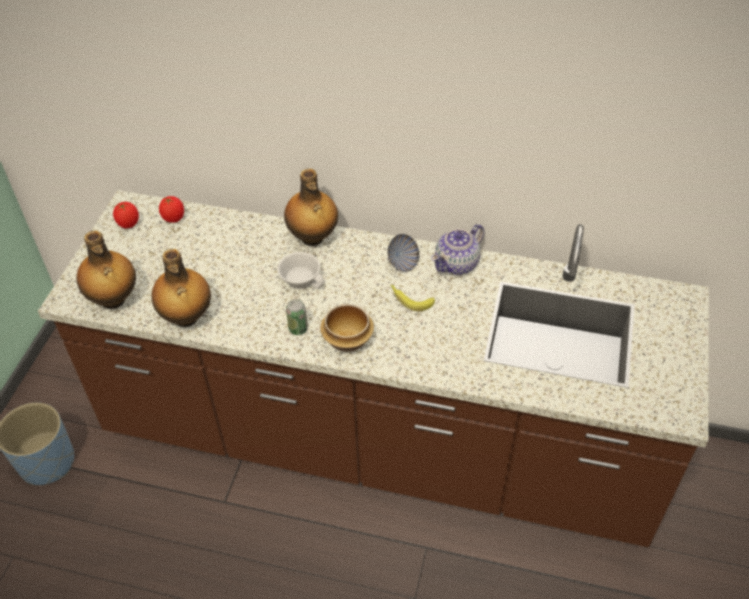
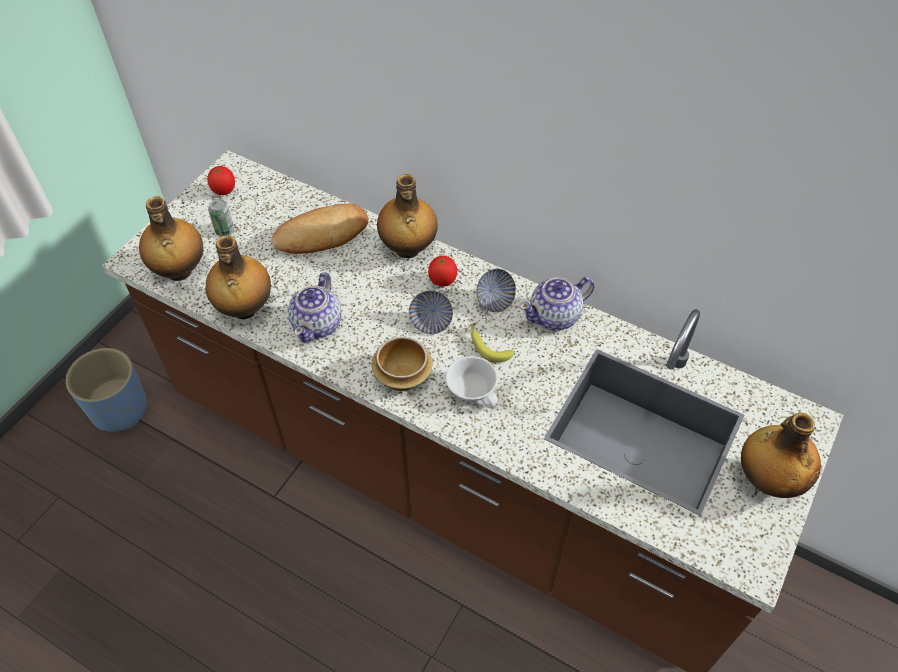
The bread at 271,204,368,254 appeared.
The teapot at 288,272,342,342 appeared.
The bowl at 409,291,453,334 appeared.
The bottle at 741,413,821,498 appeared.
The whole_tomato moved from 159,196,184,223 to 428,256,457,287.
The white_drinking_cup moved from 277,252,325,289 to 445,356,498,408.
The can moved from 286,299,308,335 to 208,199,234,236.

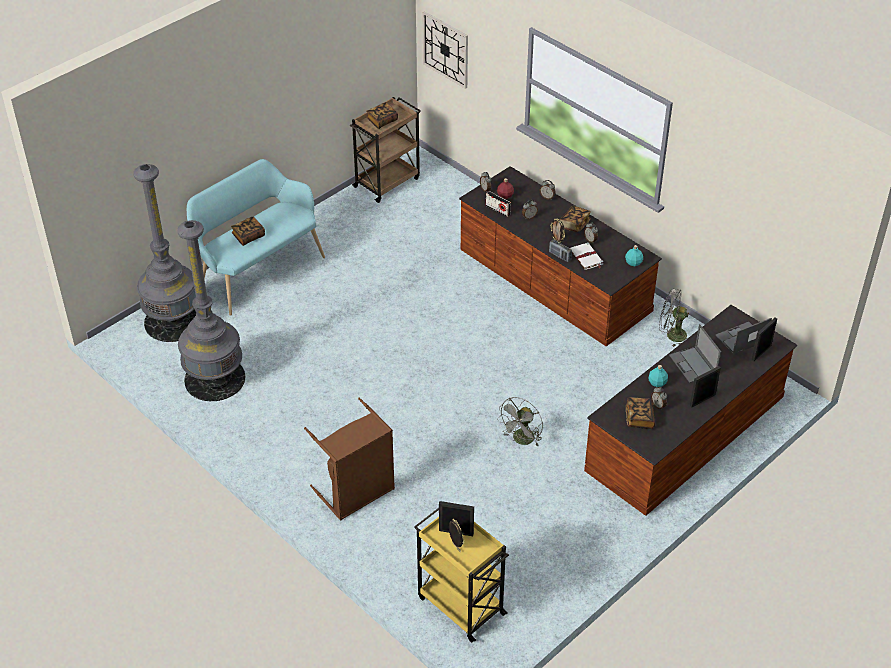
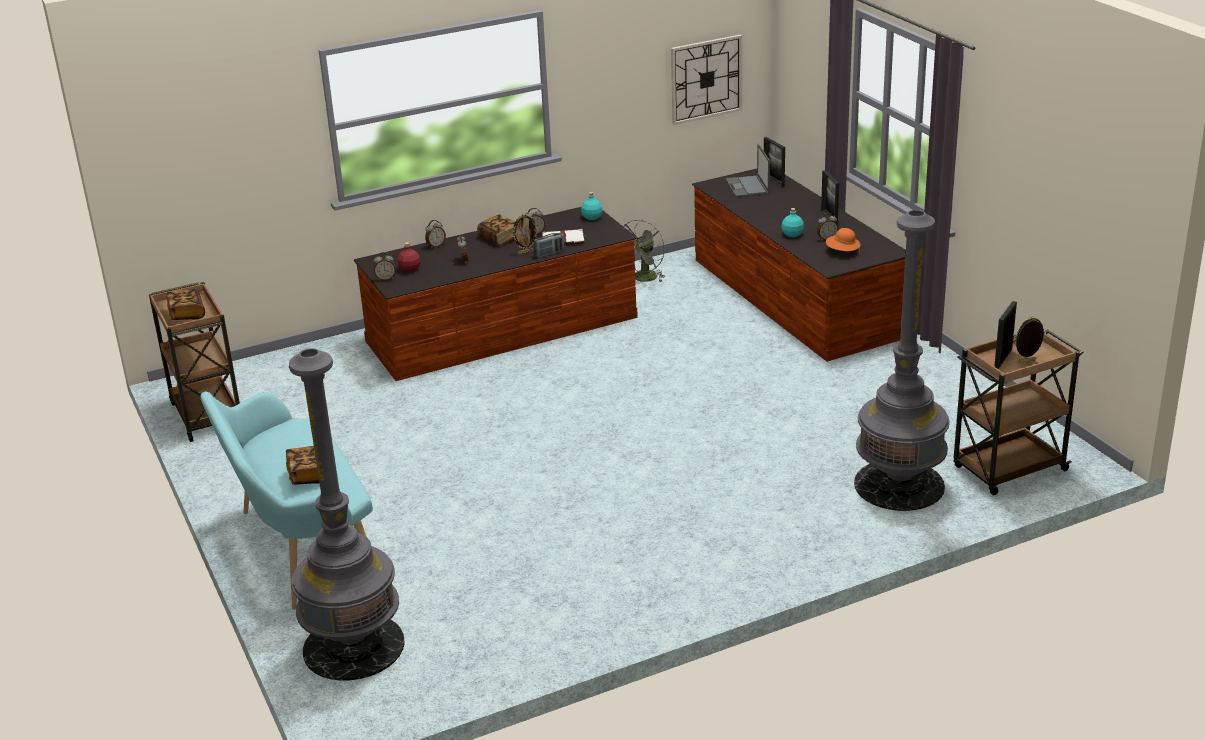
The brownish_washing_basket at 304,398,395,521 disappeared.
The radio_receiver at 486,191,511,217 disappeared.
The gray_cooling_fan at 497,397,543,447 disappeared.
The portable_computer at 669,324,721,383 disappeared.
The gray_standard_lamp moved from 177,220,245,401 to 854,210,950,511.
The hanging_clock moved from 422,11,468,89 to 671,34,742,125.
The book at 626,397,655,429 was replaced by the orange-coloured_hat at 826,228,860,254.
The yellow-coloured_cart at 414,508,509,642 became the brownish_cart at 953,329,1084,495.

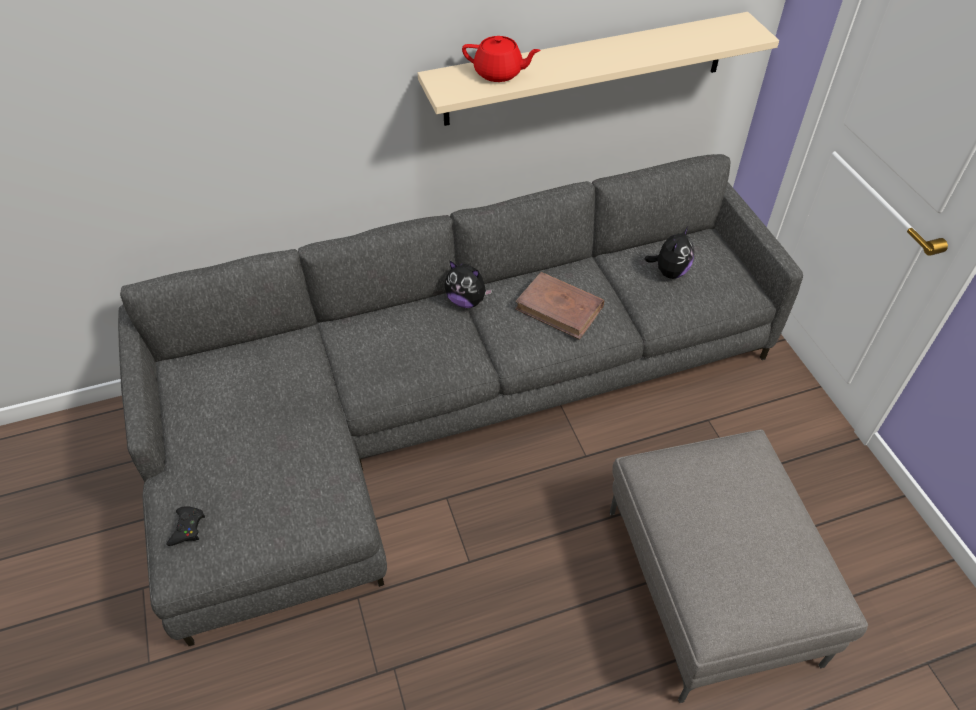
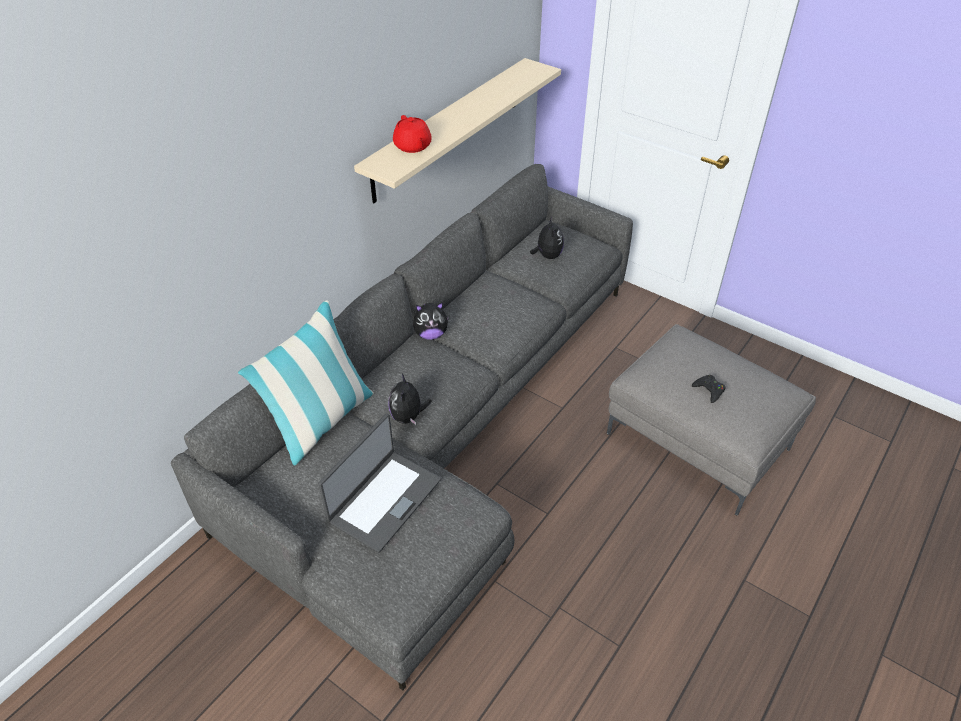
The brownish_book at 515,272,604,340 disappeared.
The pillow at 238,300,374,466 appeared.
The portable_computer at 318,413,441,553 appeared.
The cuddly_toy at 388,374,431,425 appeared.
The black_joypad moved from 166,506,205,546 to 692,375,726,403.
The red_teapot at 462,36,541,82 turned 90 degrees clockwise.

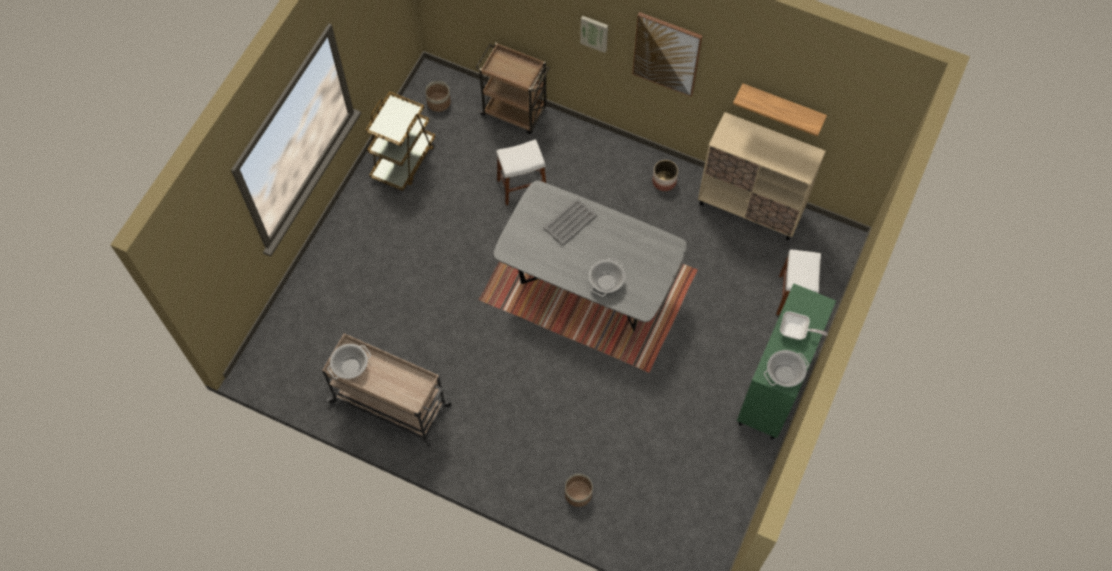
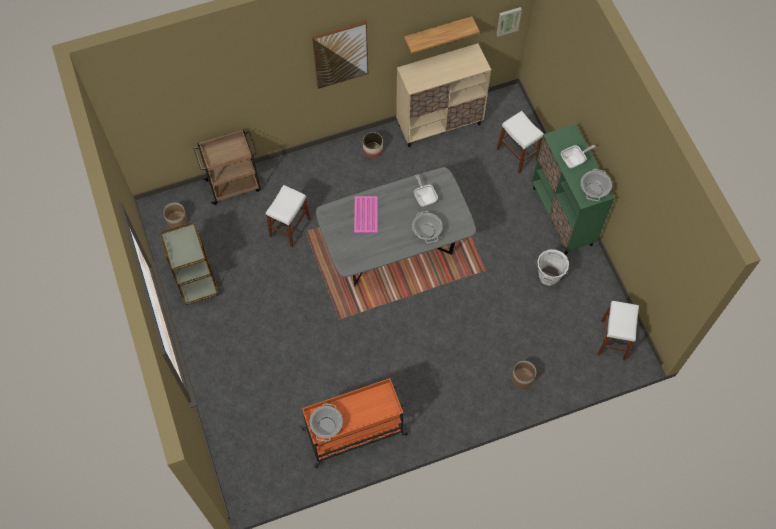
The pan at 414,175,438,207 appeared.
The white_pail at 535,249,569,286 appeared.
The white_stool at 597,301,639,360 appeared.
The picture moved from 580,16,608,53 to 496,7,522,37.
The beige_cart at 322,333,451,447 became the orange-coloured_cart at 300,378,408,468.
The gray_carrying_tray at 544,198,597,246 became the pink-coloured_carrying_tray at 354,196,378,233.

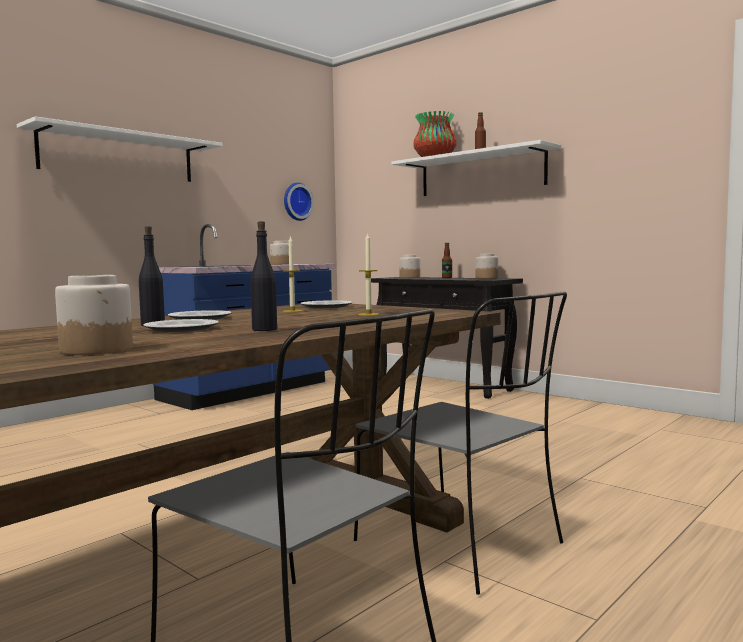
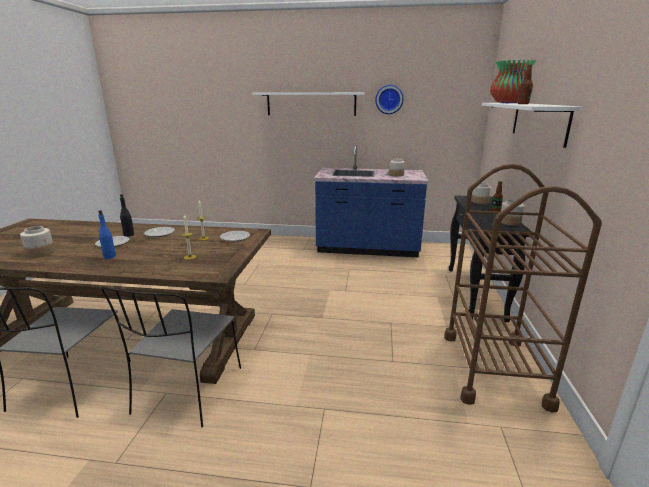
The brownish_cart at 444,164,602,413 appeared.
The hanging_clock moved from 284,183,314,221 to 375,85,404,114.
The black_bottle at 250,221,277,331 became the blue-coloured_bottle at 98,210,116,259.

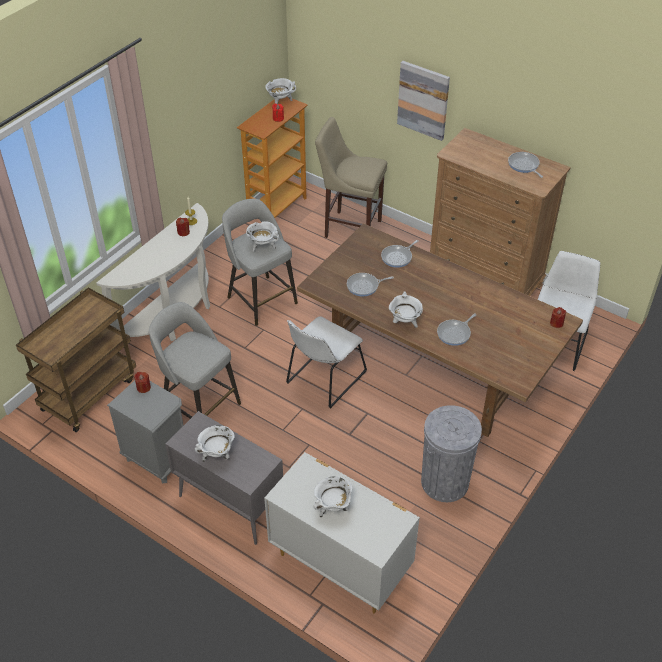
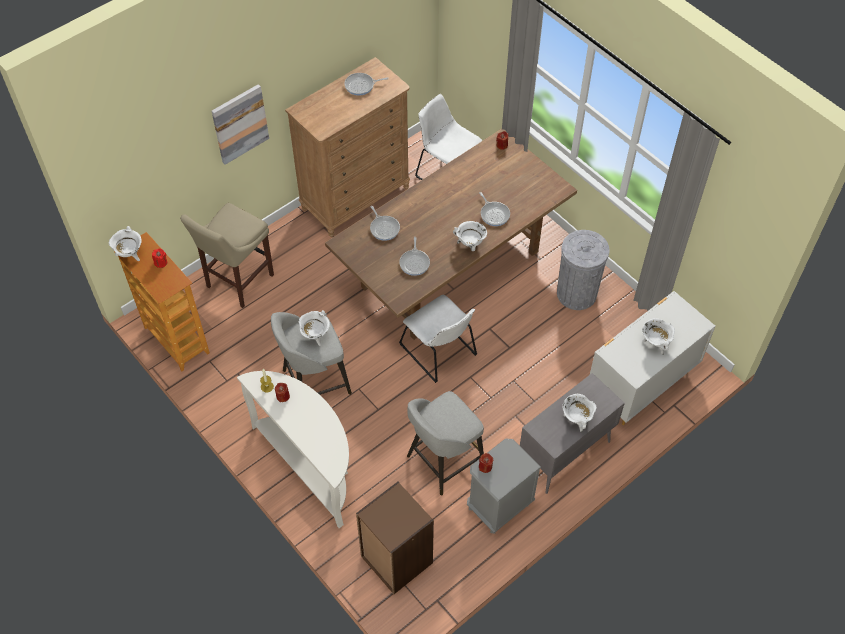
The brownish_cart at 16,287,136,432 was replaced by the brownish_bookcase at 356,482,434,594.

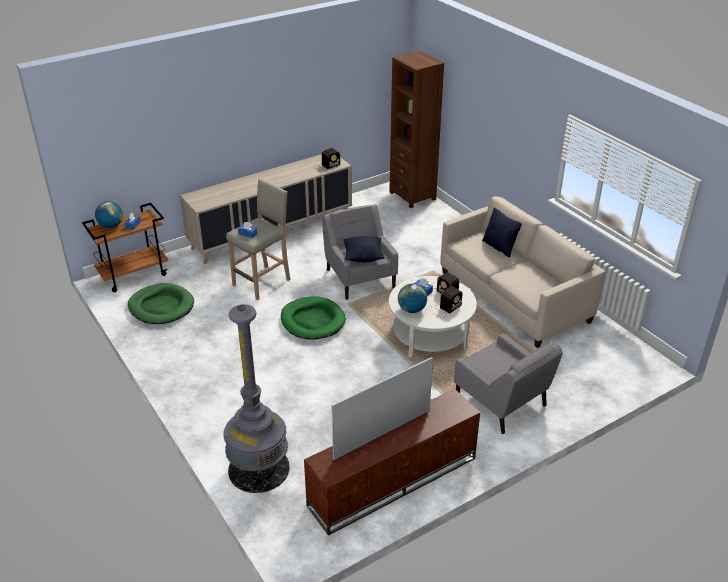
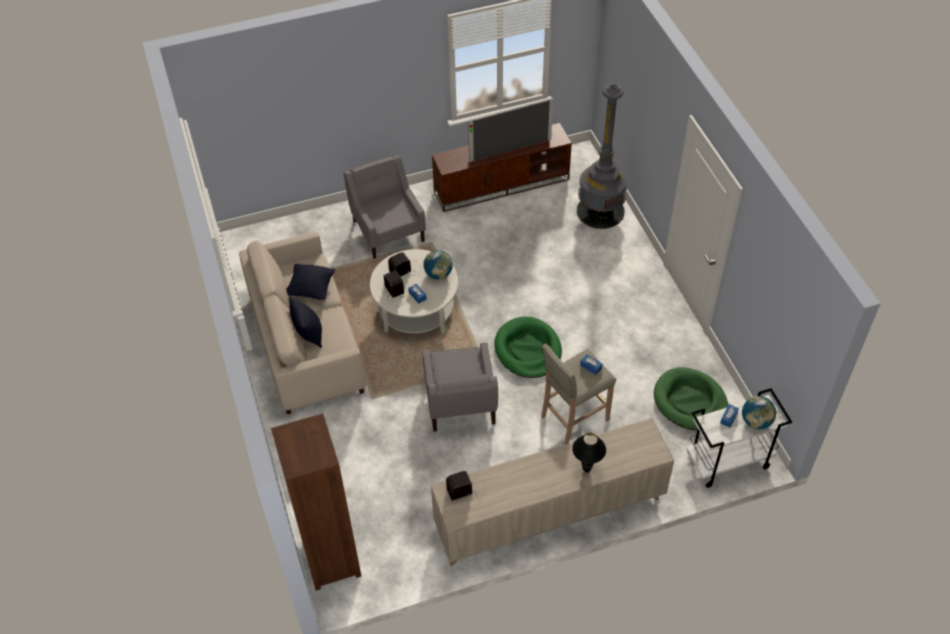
The black_lamp_for_a_table at 572,433,606,473 appeared.
The black_pillow moved from 344,236,384,262 to 286,264,335,300.
The brownish_cart at 82,203,168,292 became the white_cart at 686,388,792,488.

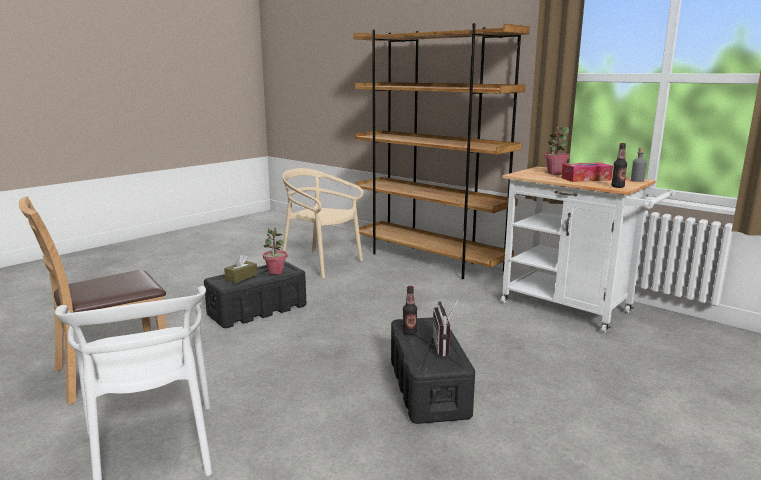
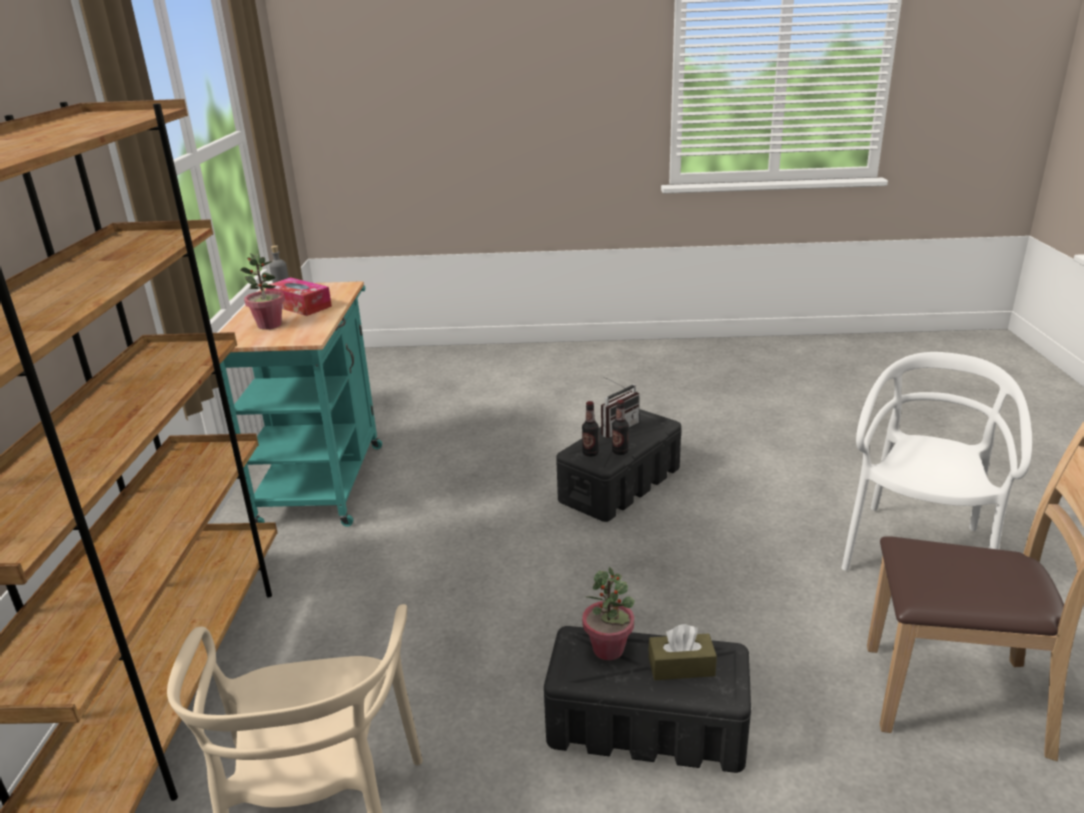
The bottle moved from 611,143,627,188 to 582,401,599,457.
The white_cart at 501,167,675,333 became the blue-green_cart at 219,281,382,527.

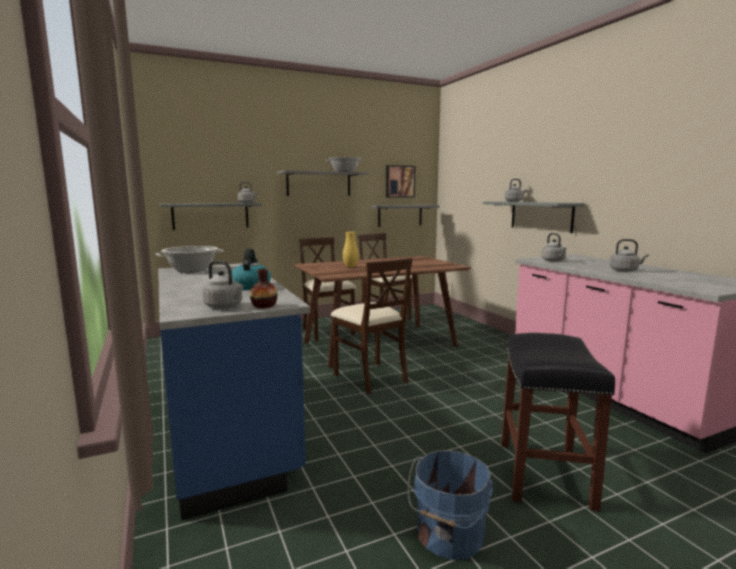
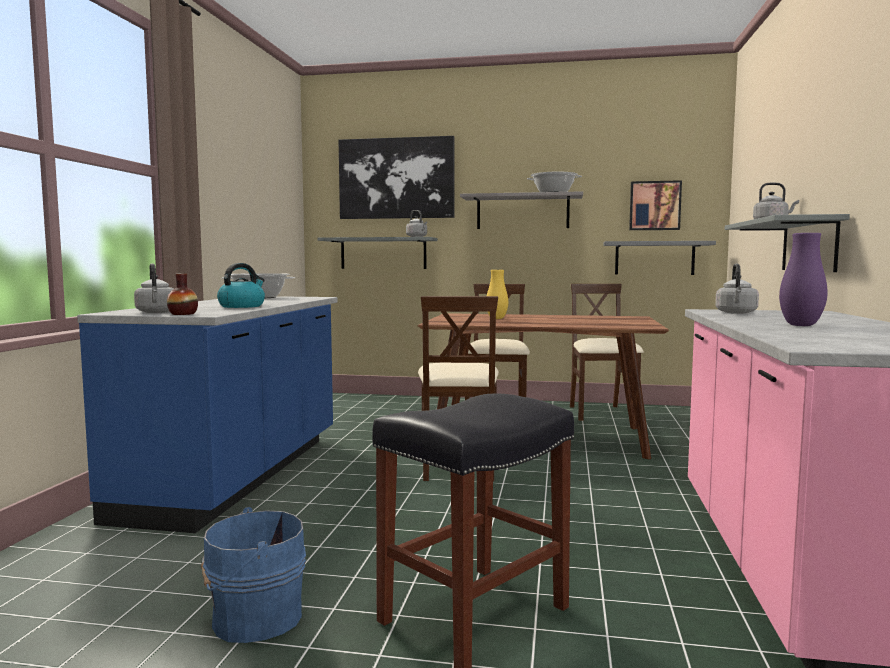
The picture at 339,136,455,219 appeared.
The gray_kettle at 610,239,649,272 was replaced by the purplish_vase at 779,233,827,326.

